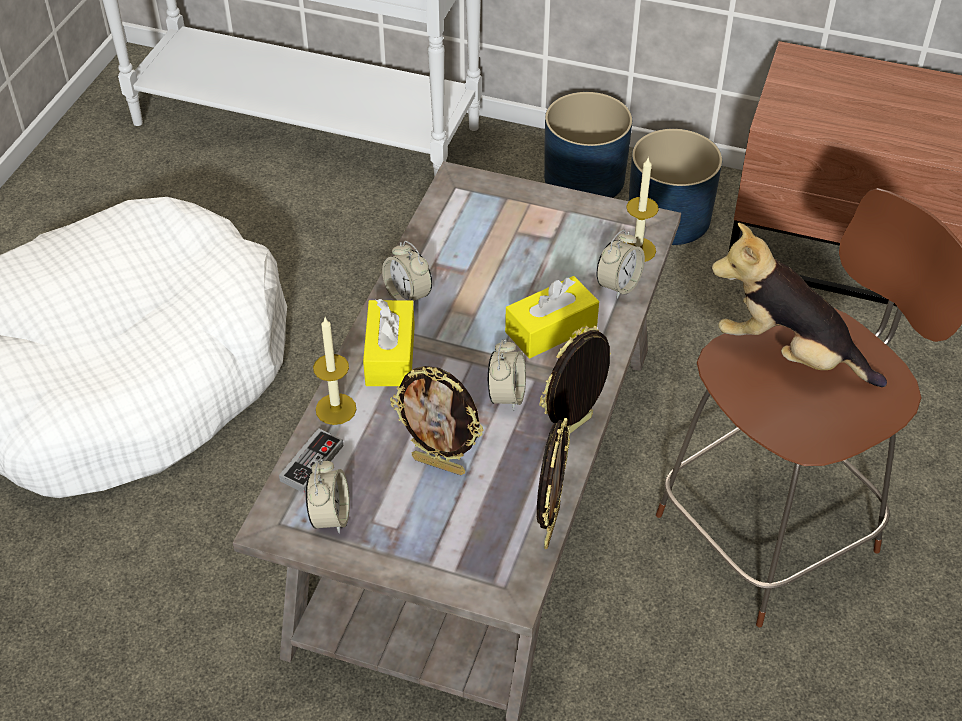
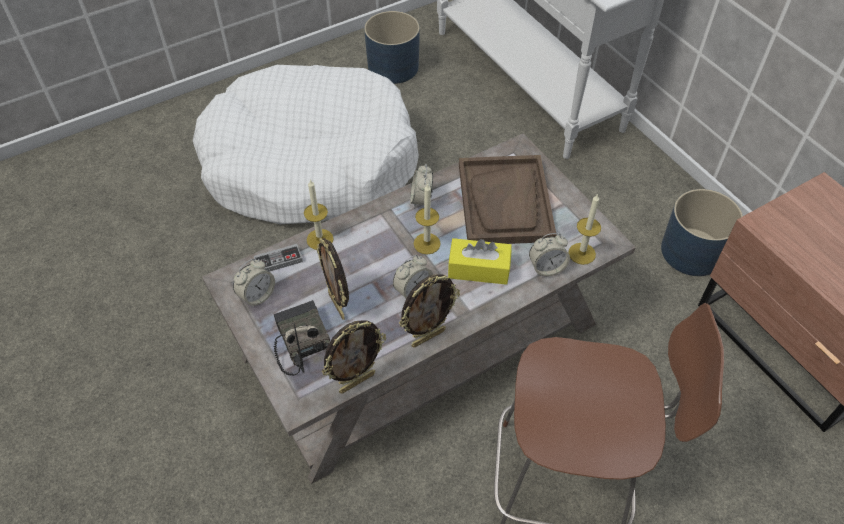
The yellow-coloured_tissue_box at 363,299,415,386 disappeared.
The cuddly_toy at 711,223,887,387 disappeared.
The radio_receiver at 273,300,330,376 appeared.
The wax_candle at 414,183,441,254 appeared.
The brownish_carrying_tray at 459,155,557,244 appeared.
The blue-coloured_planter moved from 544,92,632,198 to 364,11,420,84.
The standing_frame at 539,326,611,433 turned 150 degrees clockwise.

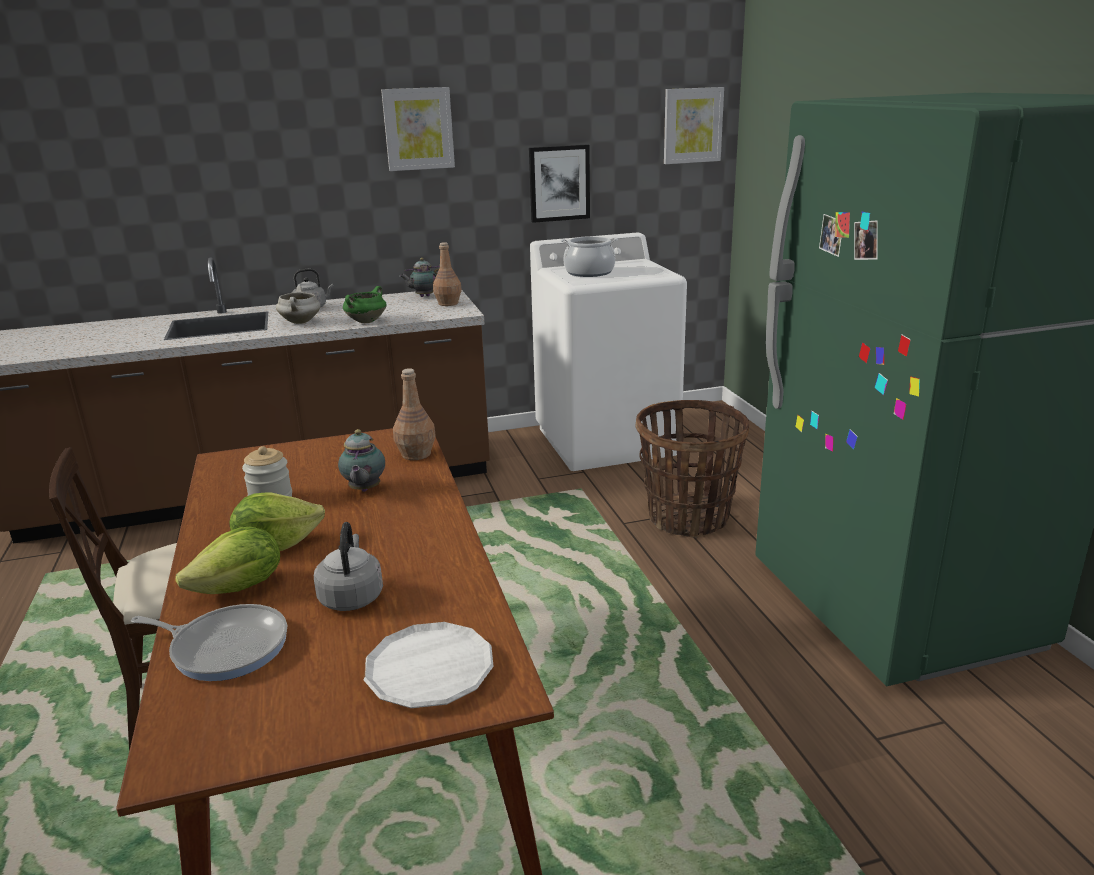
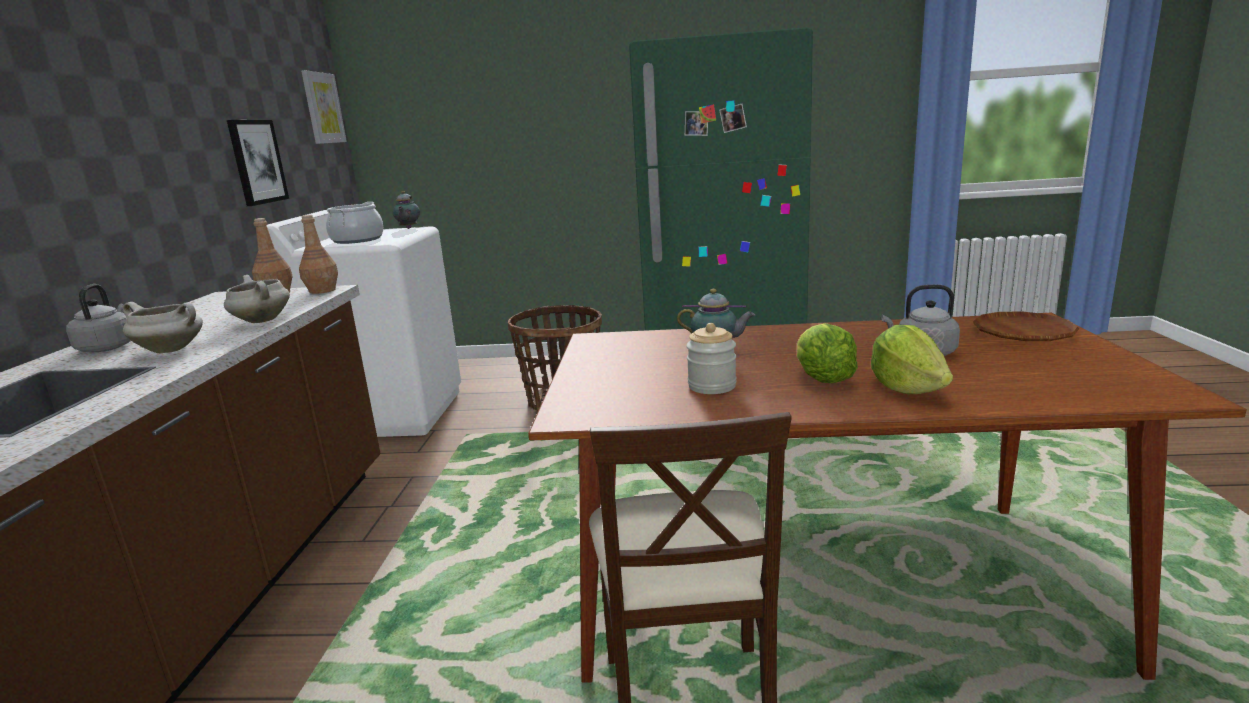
The pan at 131,604,287,681 disappeared.
The picture at 381,87,455,171 disappeared.
The brownish_bottle moved from 393,368,436,460 to 299,215,338,294.
The teapot moved from 400,258,440,297 to 393,191,420,229.
The green_cooking_pot at 343,286,387,323 became the white_cooking_pot at 224,275,290,323.
The white_dinner_plate at 363,622,494,708 became the brownish_dinner_plate at 973,312,1079,341.

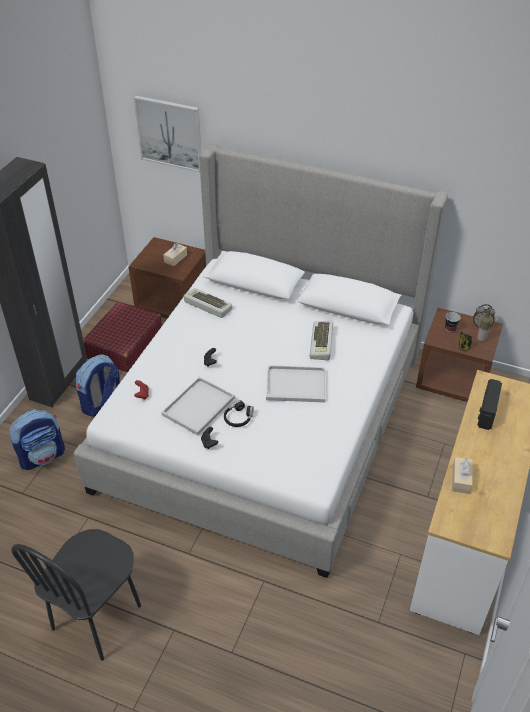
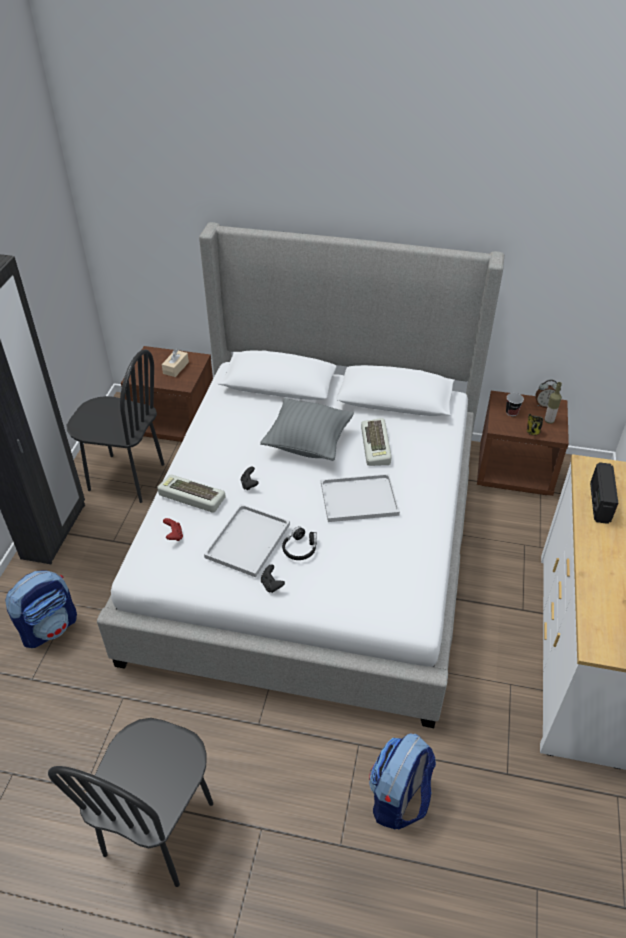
The picture at 134,96,201,172 disappeared.
The beige_tissue_box at 452,457,473,494 disappeared.
The gray_pillow at 260,398,354,461 appeared.
The backpack moved from 76,354,120,417 to 369,733,436,830.
The PC_keyboard moved from 184,288,232,318 to 157,475,226,513.
The red_suitcase at 83,302,162,372 was replaced by the black_upright_chair at 67,349,164,503.

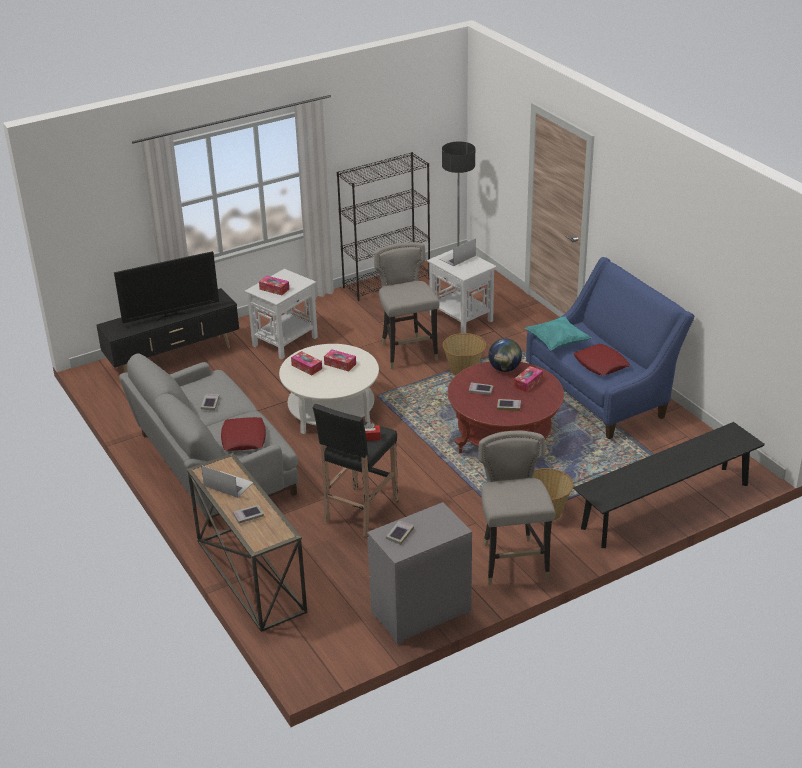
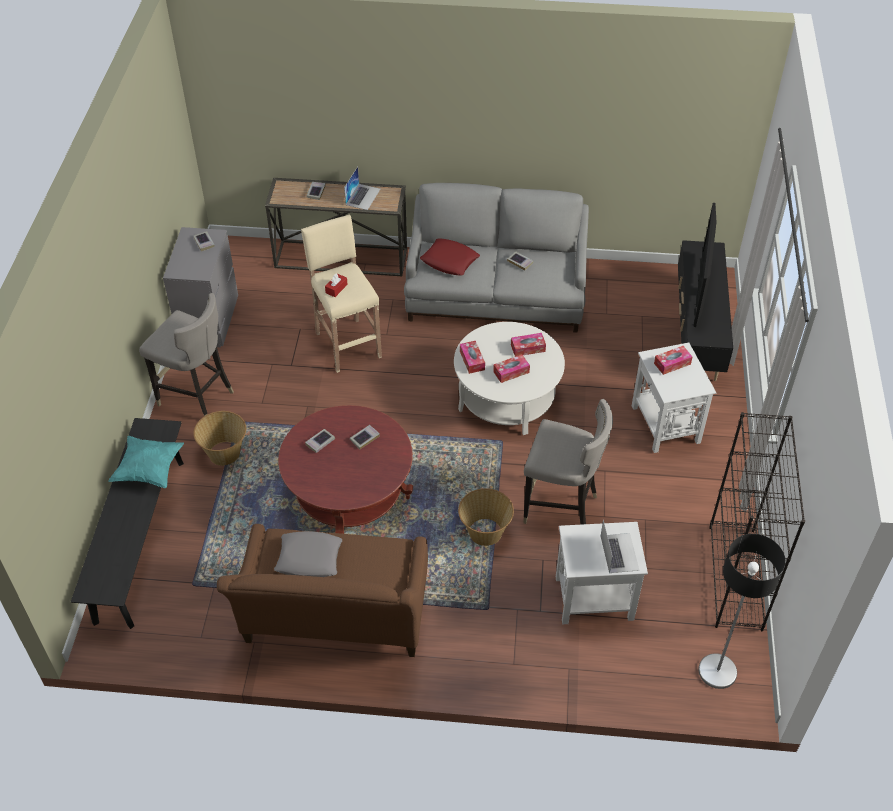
The globe at 488,338,522,372 disappeared.
The tissue_box moved from 514,366,543,392 to 460,341,485,374.
The blue-green_pillow moved from 525,316,591,351 to 108,436,184,488.
The black_stool at 313,404,398,537 became the beige_stool at 301,215,382,373.
The blue-coloured_settee at 526,257,695,439 became the brownish_settee at 217,524,428,657.
The red_pillow at 573,344,630,376 became the gray_pillow at 274,531,342,577.
The portable_computer at 201,465,253,498 turned 45 degrees counterclockwise.

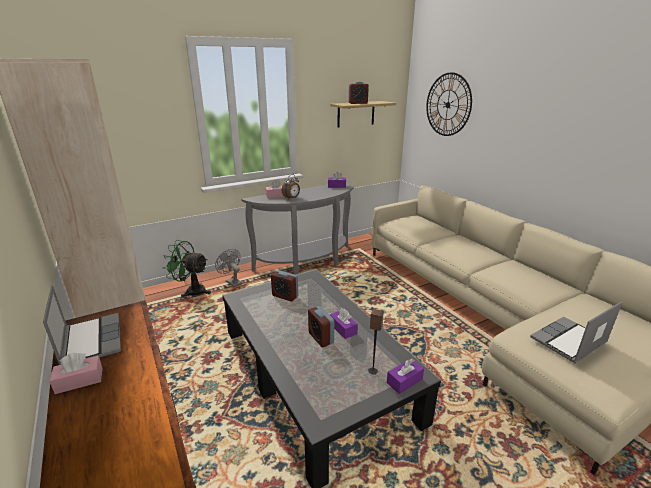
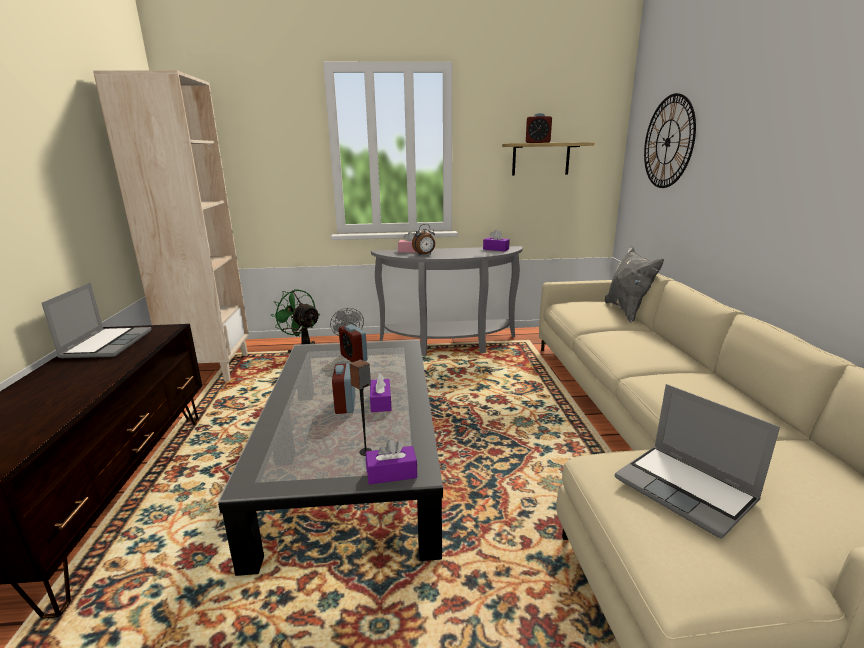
The pink-coloured_tissue_box at 49,353,103,394 disappeared.
The gray_pillow at 605,246,664,323 appeared.
The portable_computer at 530,302,622,363 turned 120 degrees counterclockwise.

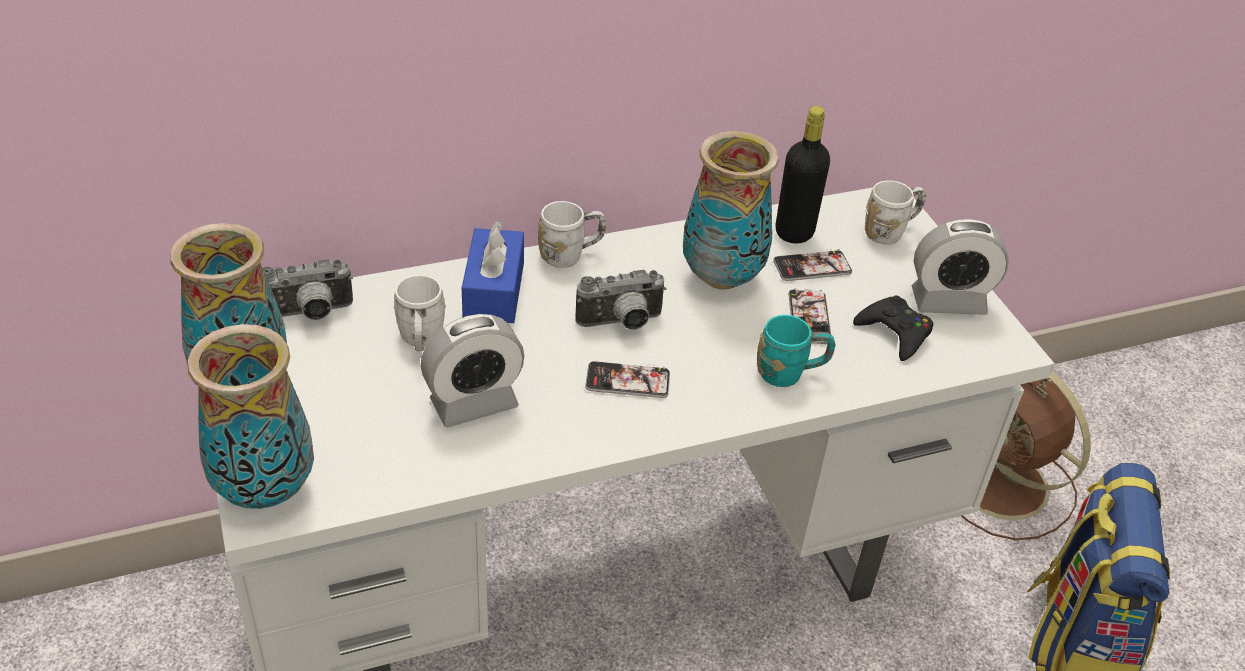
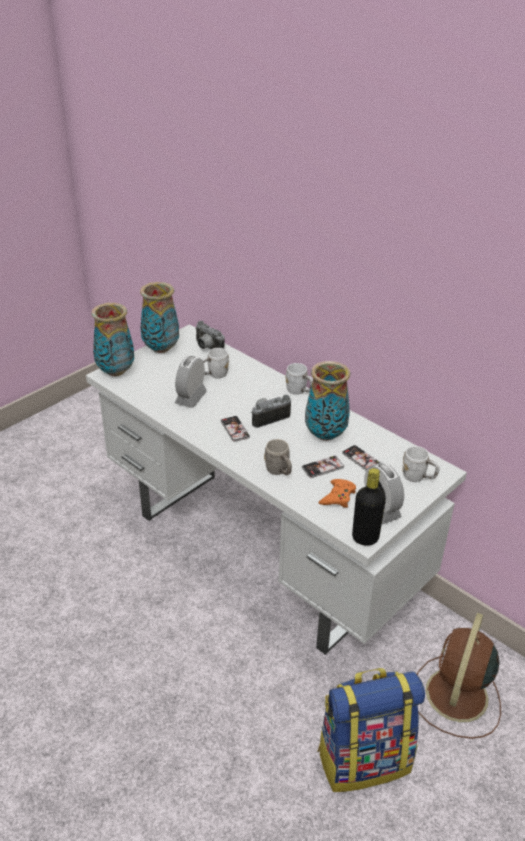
The blue-coloured_tissue_box at 462,221,524,323 disappeared.
The black_bottle moved from 776,106,830,244 to 352,468,386,546.
The blue-green_tea_mug at 757,315,835,387 became the gray_tea_mug at 264,439,292,475.
The black_joypad at 853,295,933,361 became the orange-coloured_joypad at 319,479,356,508.
The table_clock at 421,314,524,427 turned 75 degrees clockwise.
The photo_camera at 575,270,666,330 turned 105 degrees clockwise.

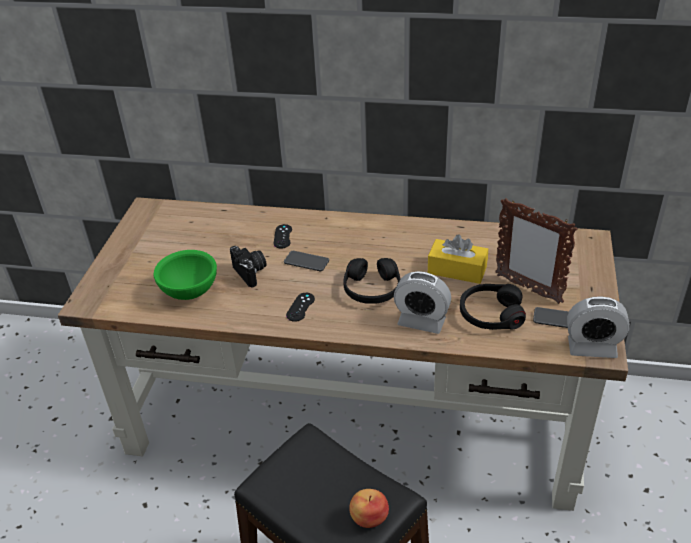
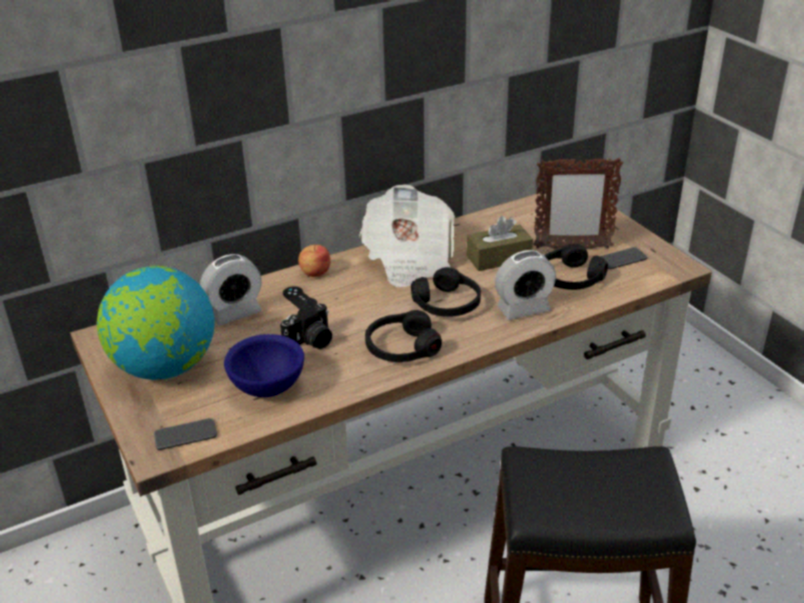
The globe at 97,266,214,380 appeared.
The newspaper at 359,185,455,288 appeared.
The handset moved from 284,251,329,271 to 154,418,217,450.
The apple_fruit moved from 349,489,389,528 to 298,245,331,277.
The table_clock moved from 567,296,630,358 to 200,254,262,326.
The black_joypad at 286,293,315,322 was replaced by the black_headset at 365,310,442,362.
The green_bowl at 153,250,217,300 became the blue-coloured_bowl at 224,334,304,397.
The yellow-coloured_tissue_box at 428,234,488,284 became the brownish_tissue_box at 467,216,533,271.
The photo_camera at 230,246,267,288 turned 120 degrees clockwise.

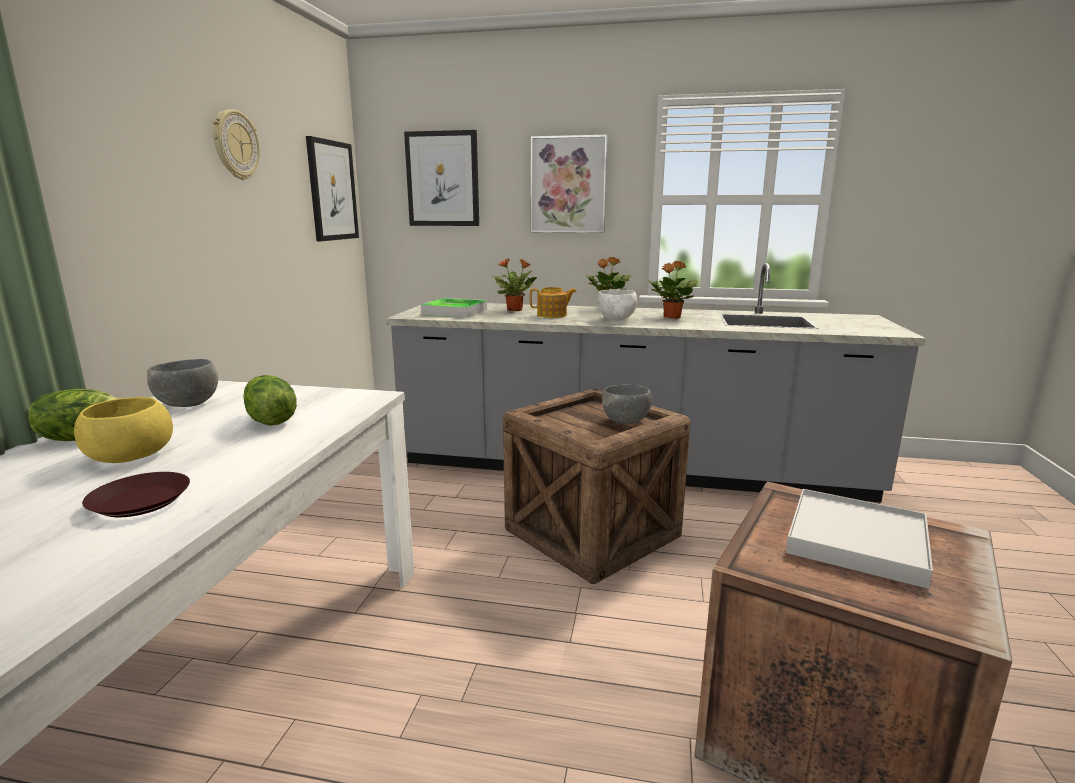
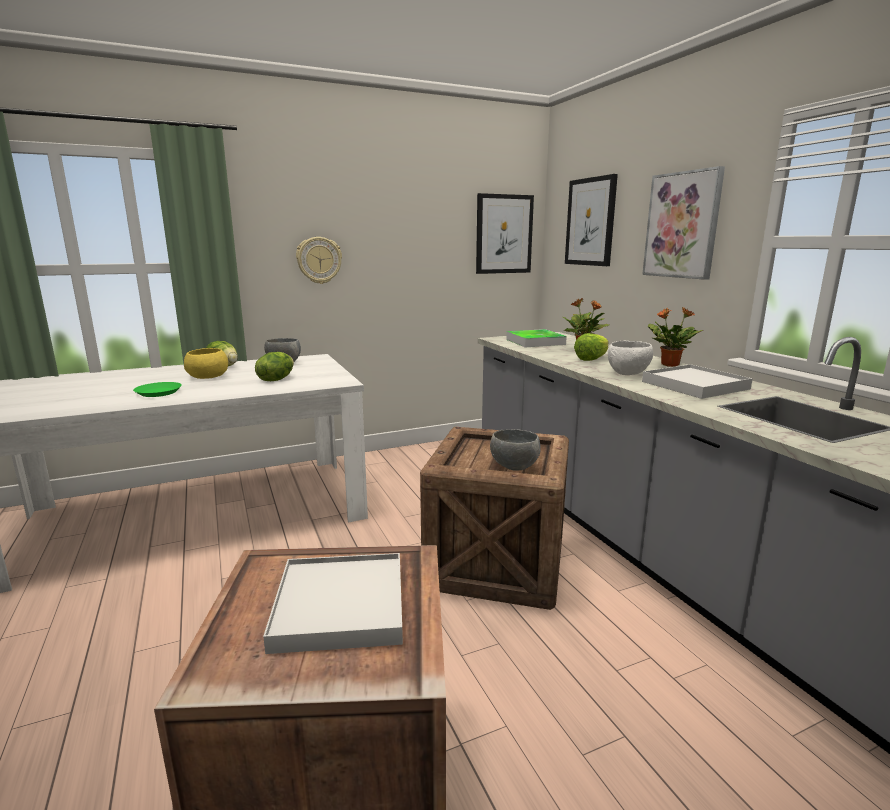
The hanging_clock moved from 213,109,260,180 to 296,237,342,284.
The teapot at 530,287,577,318 was replaced by the lettuce at 574,333,608,361.
The plant_in_a_pot at 648,261,698,319 was replaced by the white_carrying_tray at 642,364,753,399.
The brownish_dinner_plate at 82,472,190,517 became the green_dinner_plate at 133,382,182,397.

